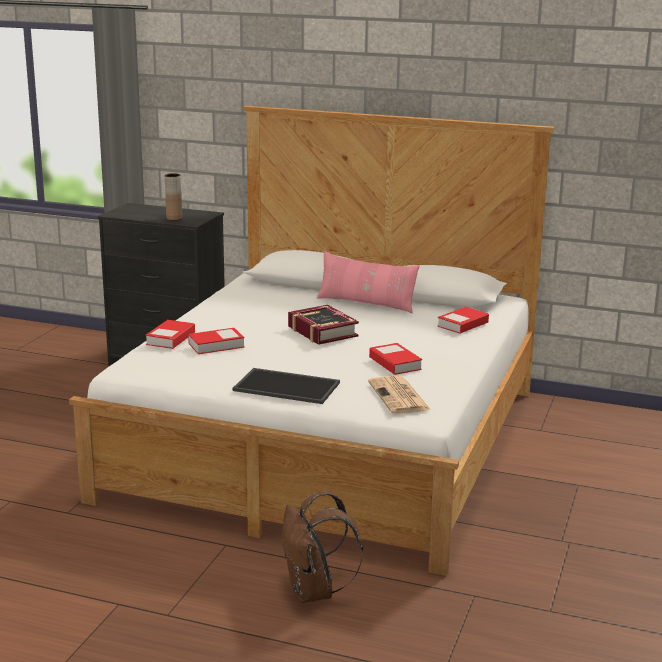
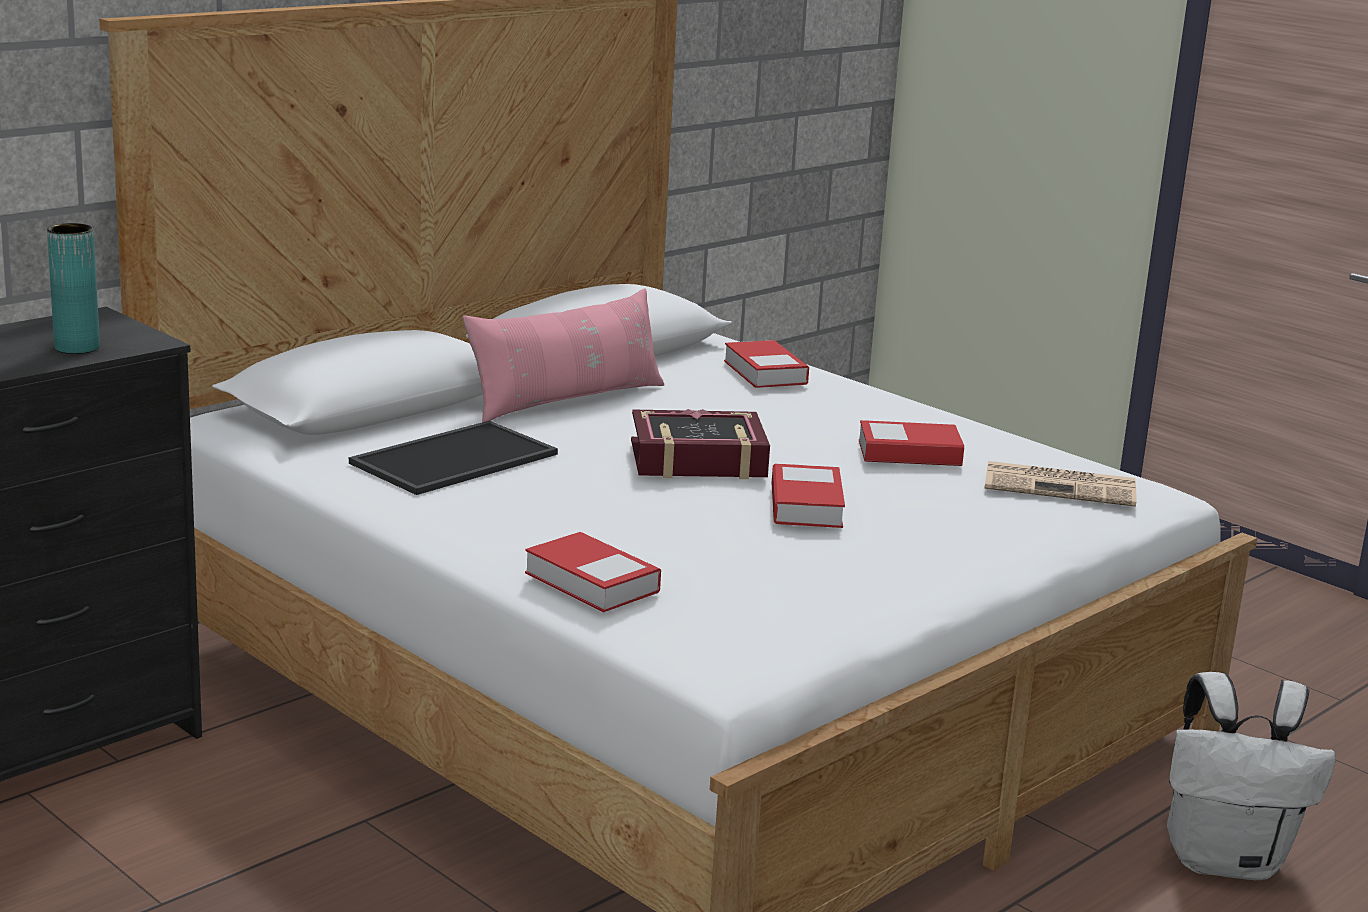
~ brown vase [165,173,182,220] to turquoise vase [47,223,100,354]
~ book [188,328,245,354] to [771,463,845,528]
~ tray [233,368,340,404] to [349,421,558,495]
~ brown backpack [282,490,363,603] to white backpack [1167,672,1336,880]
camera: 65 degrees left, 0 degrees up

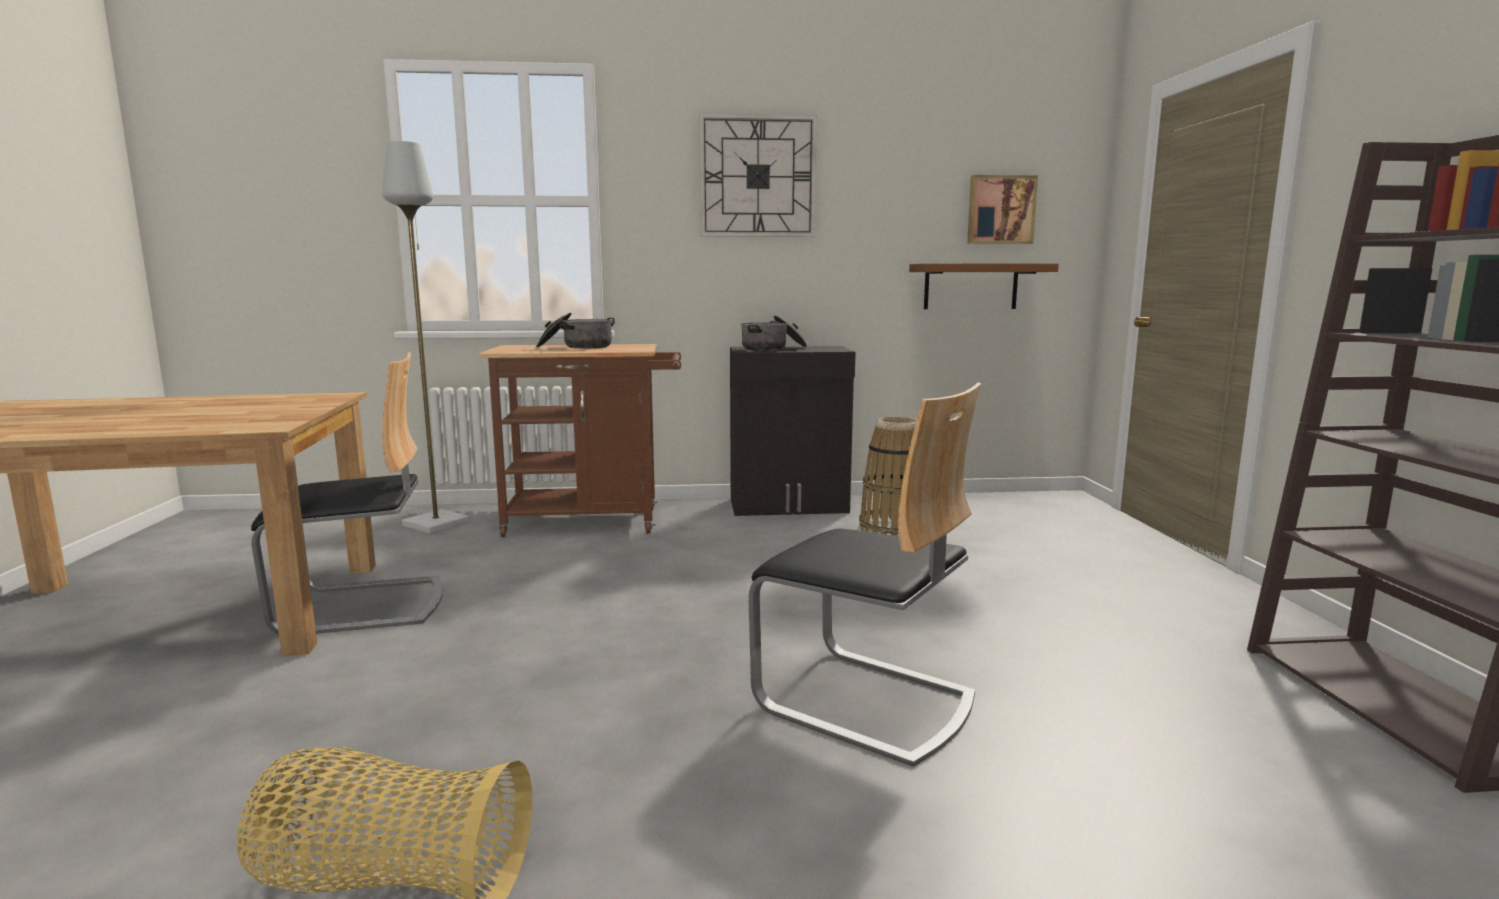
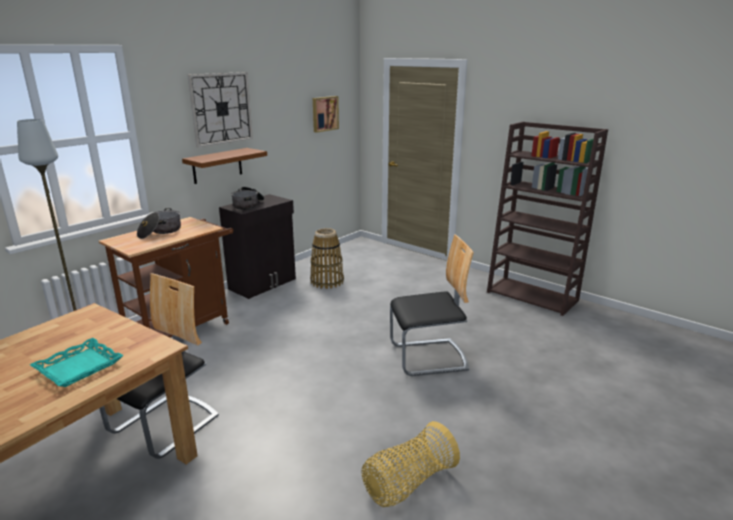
~ brown shelf [909,263,1059,309] to [182,148,267,184]
+ turquoise tray [30,338,124,387]
camera: 45 degrees left, 10 degrees up

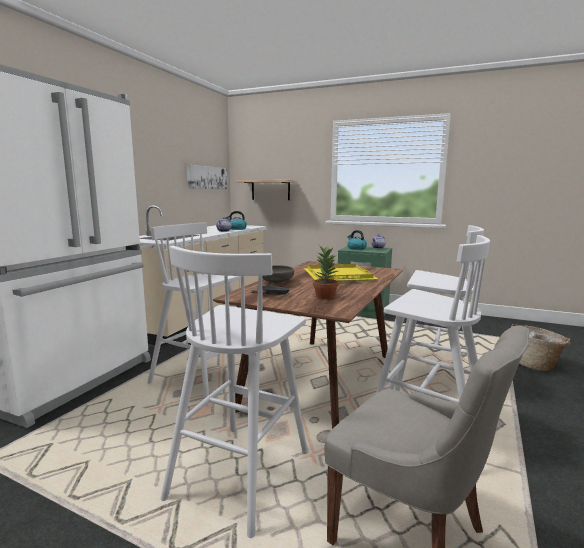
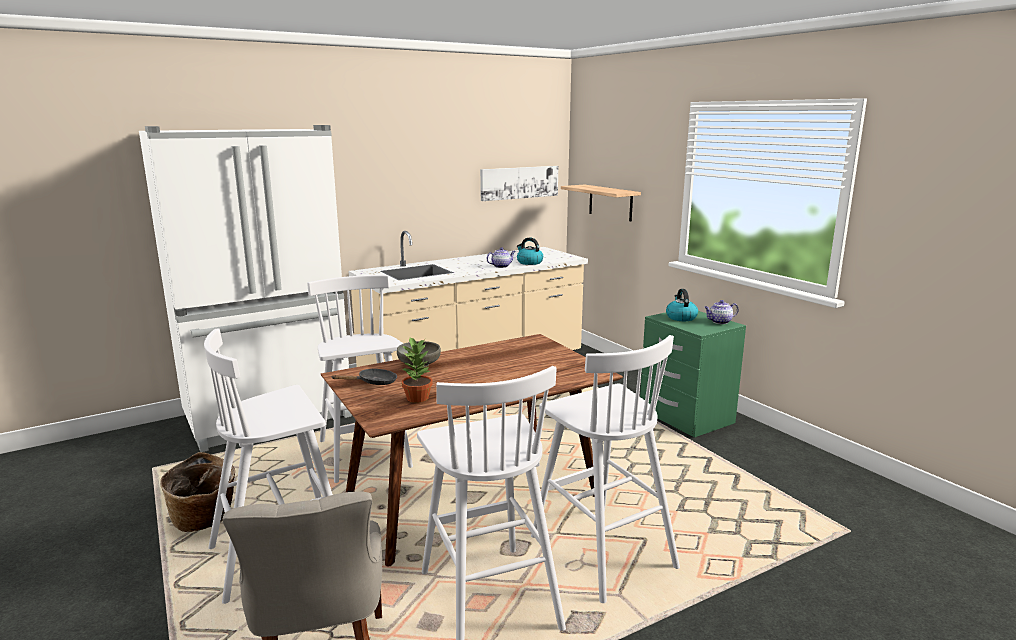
- yellow tray [304,264,378,282]
~ basket [511,324,570,371] to [160,452,235,532]
camera: 35 degrees right, 5 degrees up

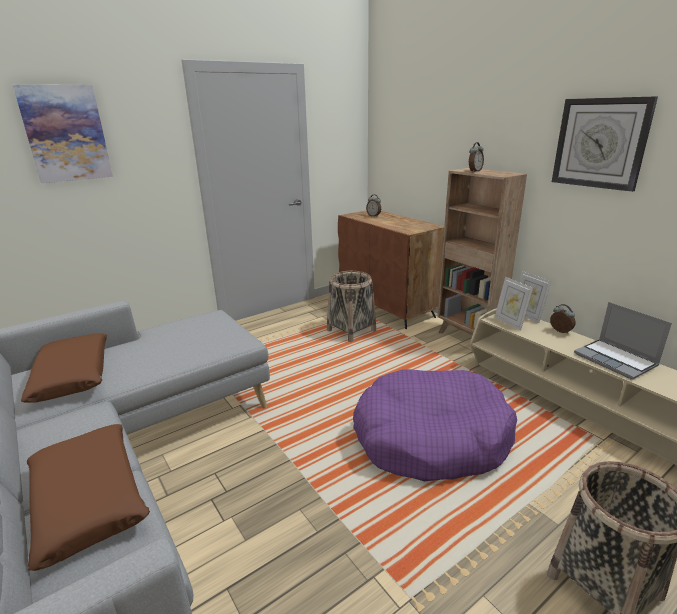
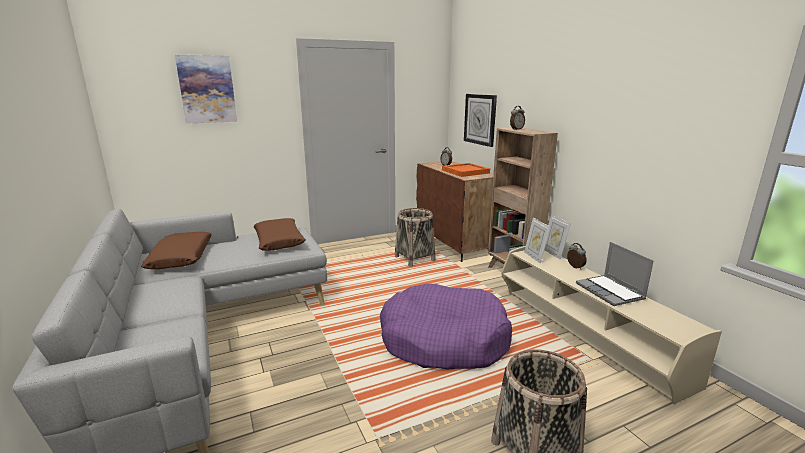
~ brown pillow [27,424,150,571] to [253,218,305,251]
~ wall clock [552,96,658,192] to [464,94,497,147]
+ orange tray [442,163,490,177]
camera: 10 degrees right, 5 degrees down

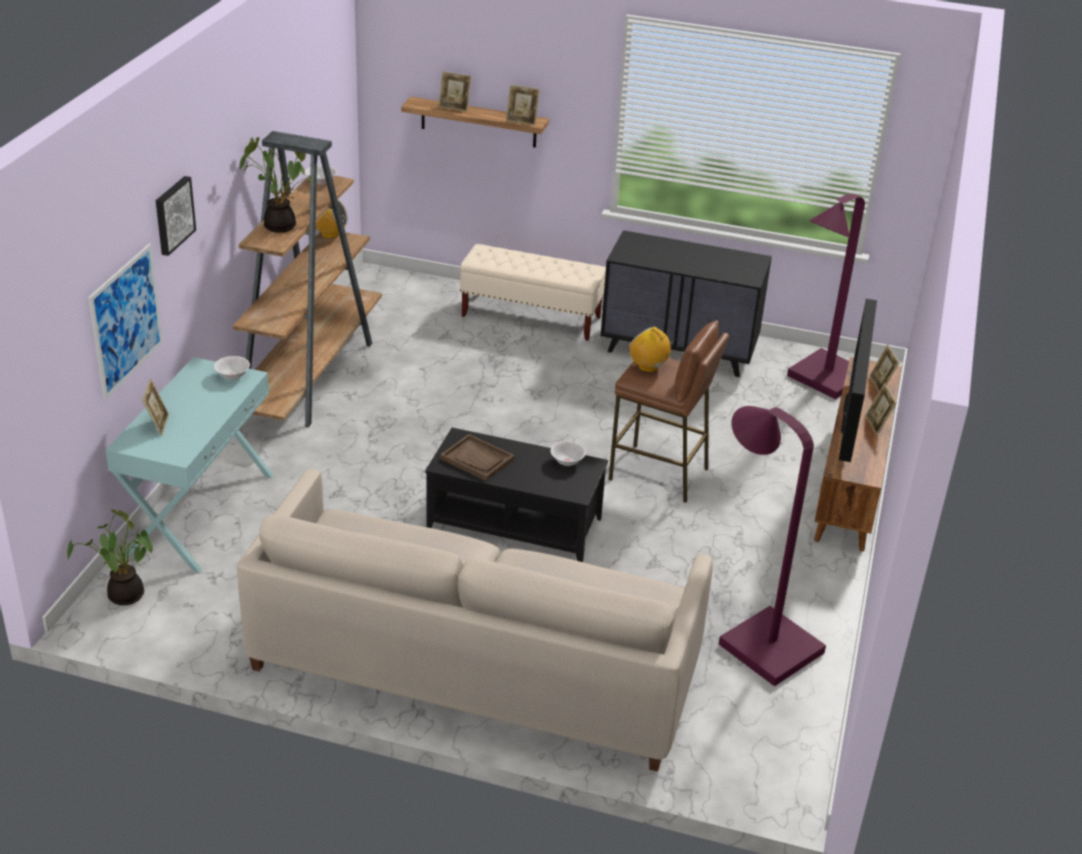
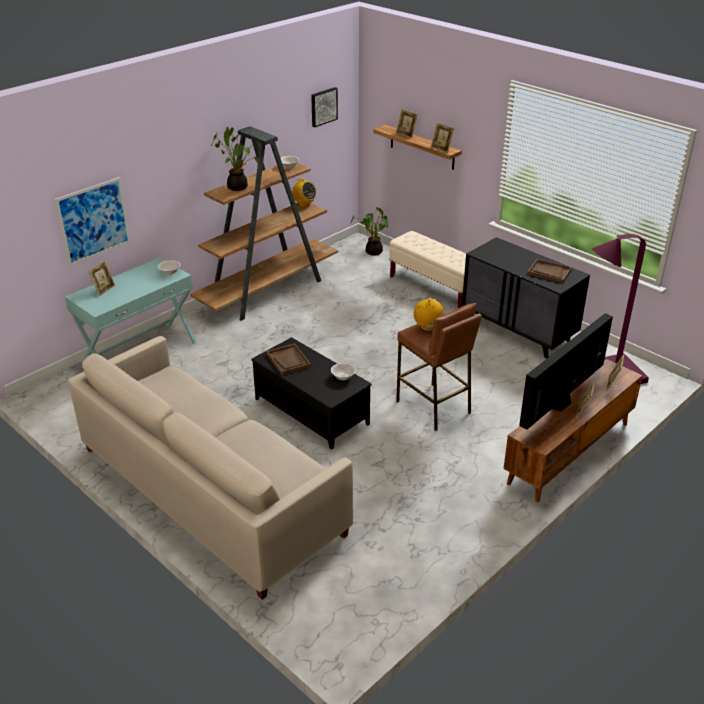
~ potted plant [67,510,153,605] to [351,207,388,255]
~ picture [156,176,196,256] to [311,87,338,127]
- purple floor lamp [719,406,826,686]
+ brown tray [527,259,572,283]
camera: 30 degrees right, 0 degrees up

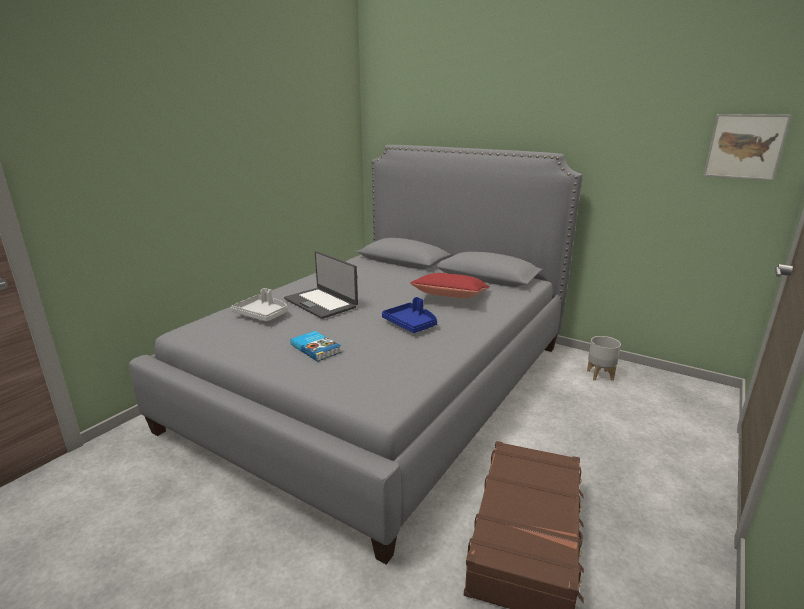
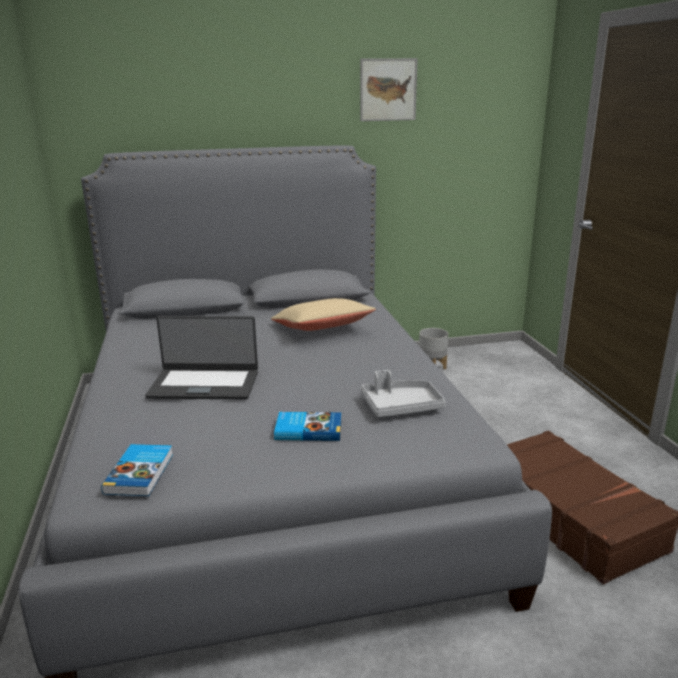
~ grey tray [231,288,288,322] to [361,370,446,417]
- blue tray [382,297,437,333]
~ red pillow [410,273,490,298] to beige pillow [271,298,376,331]
~ picture [703,114,791,180] to [360,58,418,121]
+ book [101,444,173,496]
camera: 45 degrees left, 0 degrees up

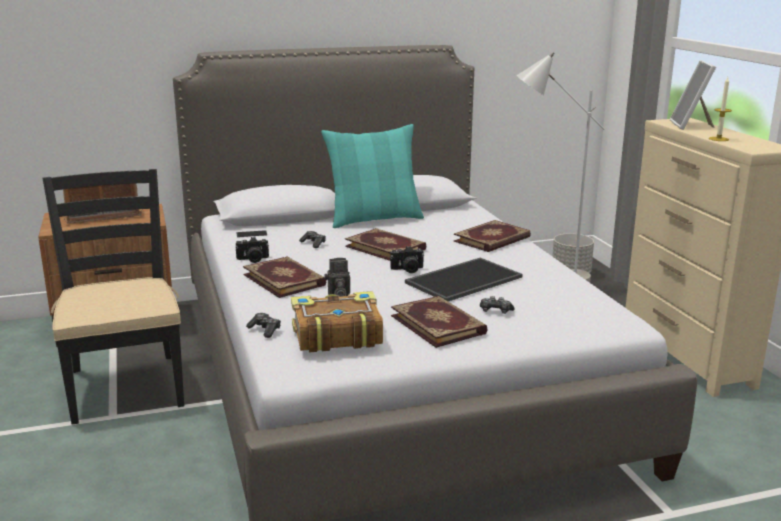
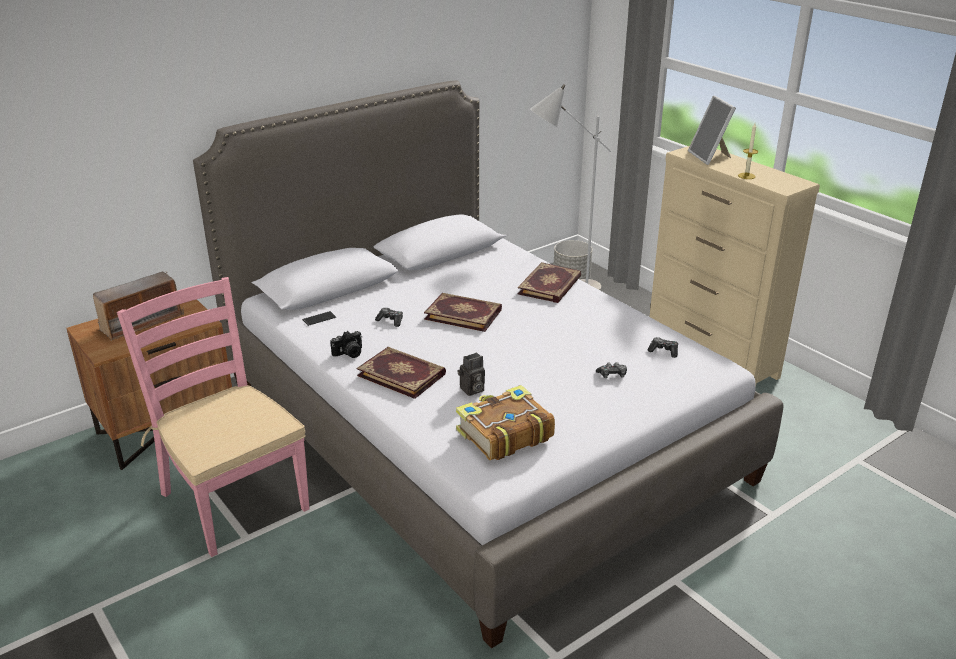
~ black chair [43,169,184,425] to pink chair [117,277,310,557]
~ game controller [246,313,281,338] to [648,337,678,358]
- turquoise pillow [321,124,424,228]
- photo camera [390,246,424,273]
- book [391,296,488,348]
- tray [405,258,523,301]
camera: 20 degrees left, 10 degrees up

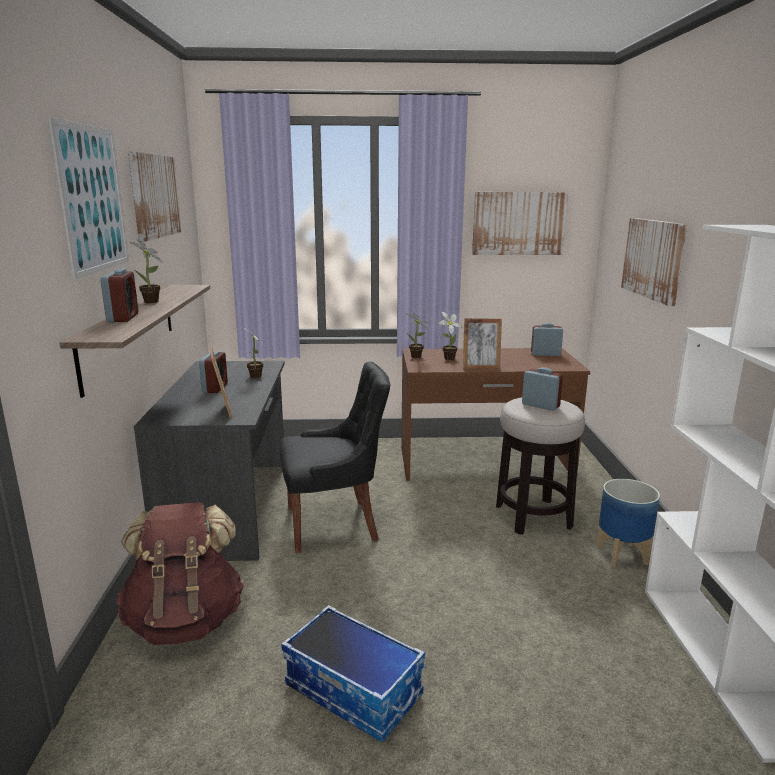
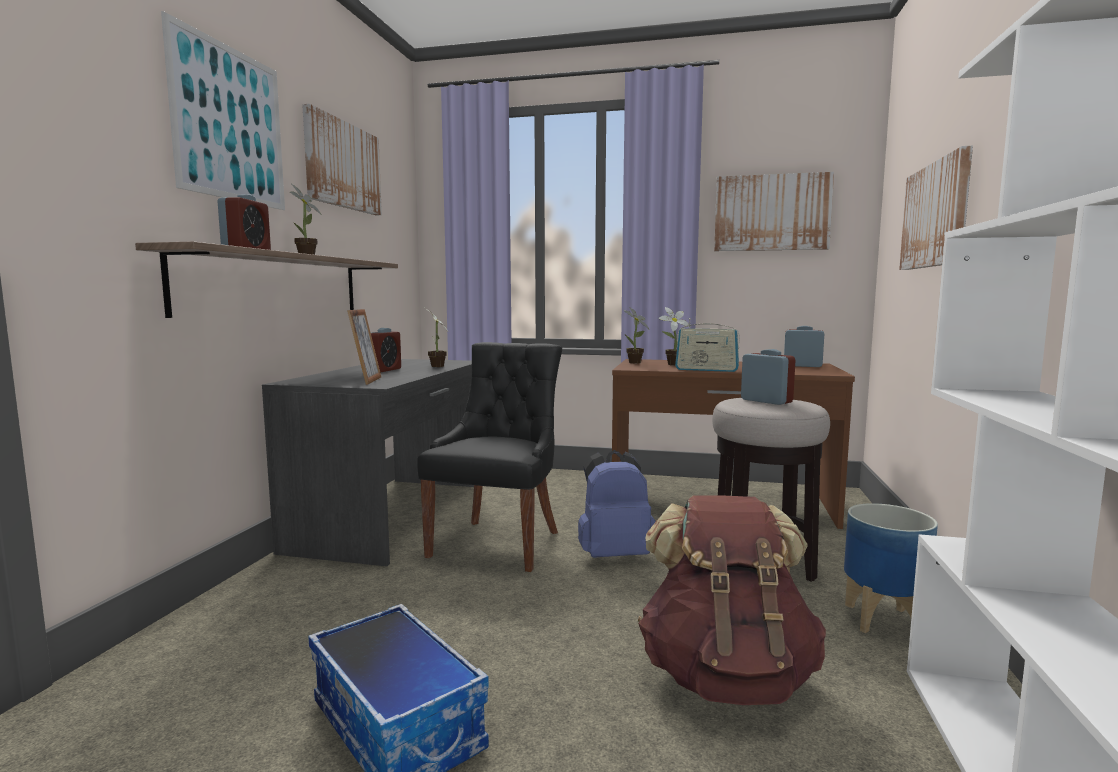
~ brown backpack [115,502,244,645] to [638,496,826,705]
~ black chair [279,362,391,554] = [417,342,562,572] 75 degrees counterclockwise
~ picture frame [463,318,502,370] to radio [675,318,740,372]
+ blue backpack [578,450,656,558]
camera: 15 degrees right, 10 degrees down

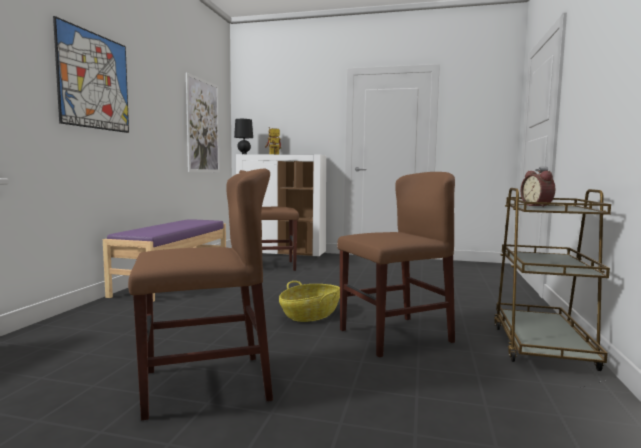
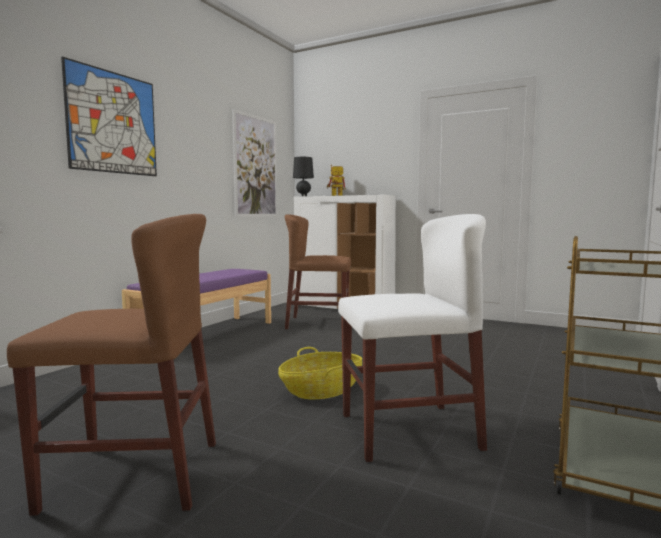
~ brown chair [337,172,455,357] to white chair [338,214,487,462]
- alarm clock [521,171,555,207]
camera: 15 degrees right, 0 degrees up

